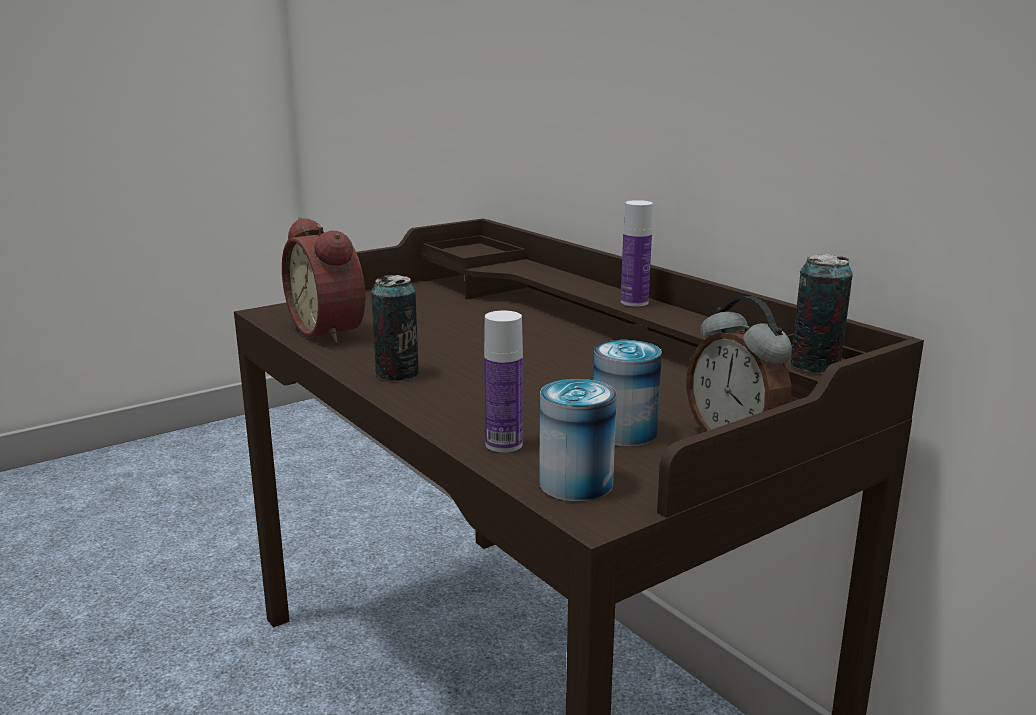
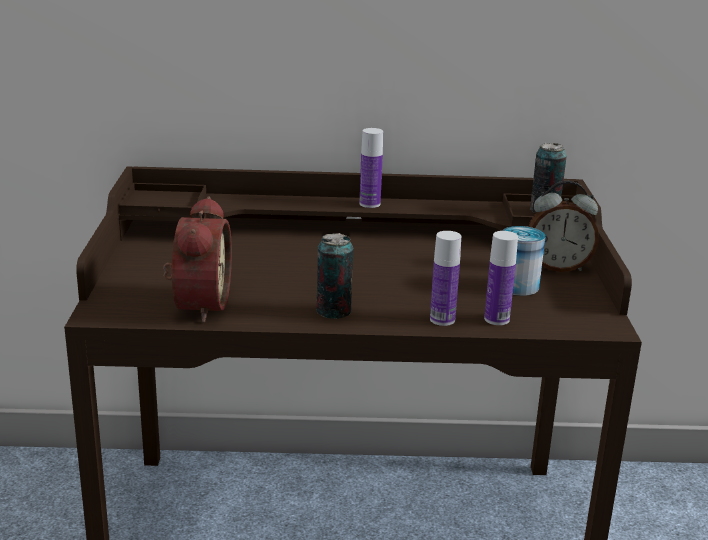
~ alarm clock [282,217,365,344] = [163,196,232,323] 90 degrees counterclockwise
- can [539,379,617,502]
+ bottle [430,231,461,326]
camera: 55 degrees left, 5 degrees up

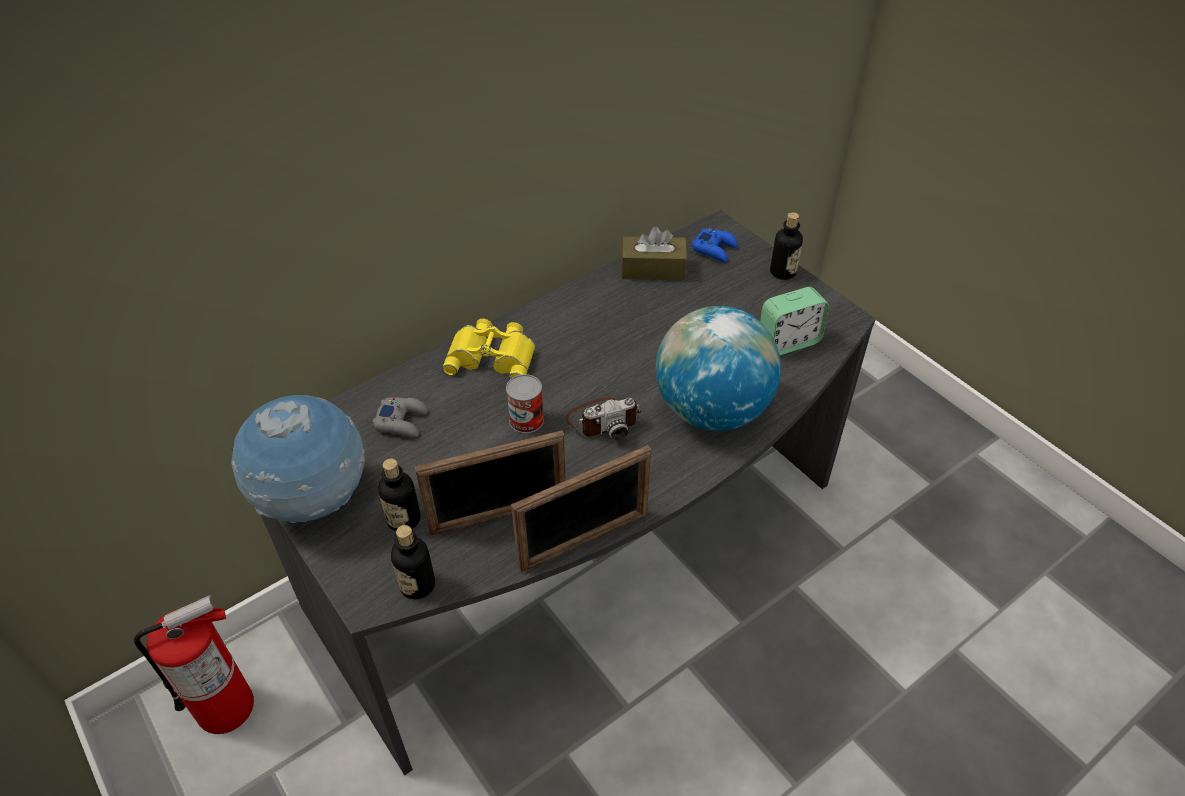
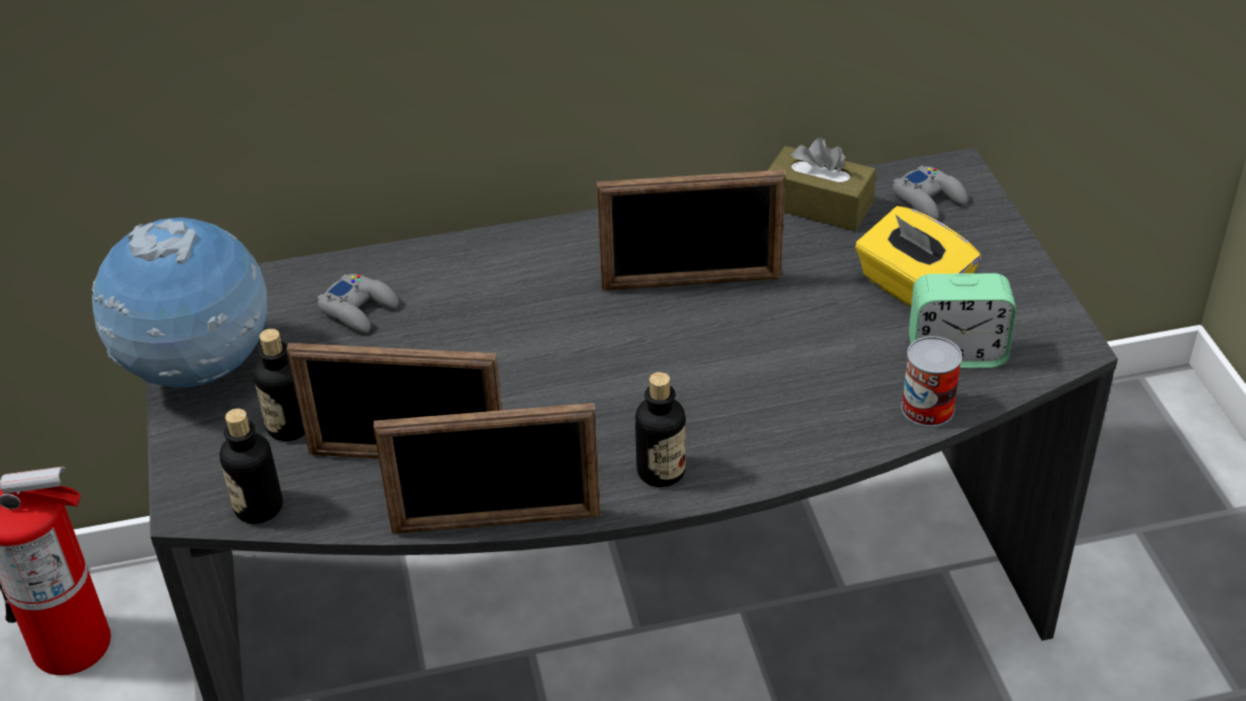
- yellow binoculars [442,319,535,379]
~ can [506,374,544,433] to [901,336,962,427]
- photo camera [565,397,641,440]
- globe [656,306,781,431]
~ blue game controller [692,228,738,262] to grey game controller [893,166,967,220]
~ bottle [770,212,803,280] to [635,372,686,487]
+ picture frame [597,170,786,290]
+ yellow tissue box [855,206,981,307]
camera: 25 degrees right, 5 degrees down

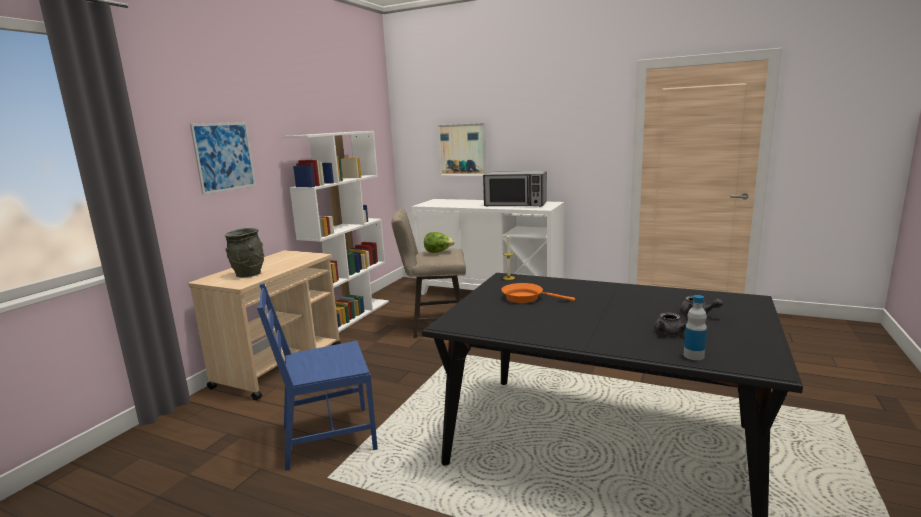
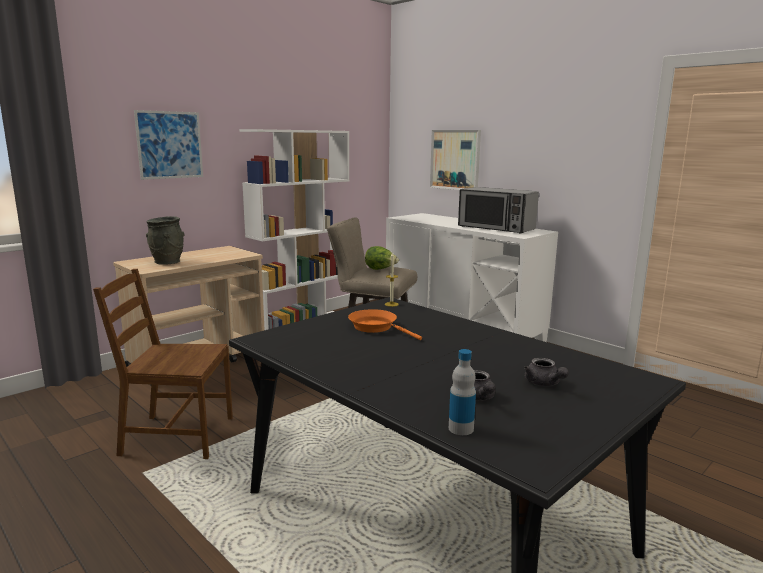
~ blue chair [257,283,378,471] to brown chair [93,269,233,459]
camera: 20 degrees right, 0 degrees up

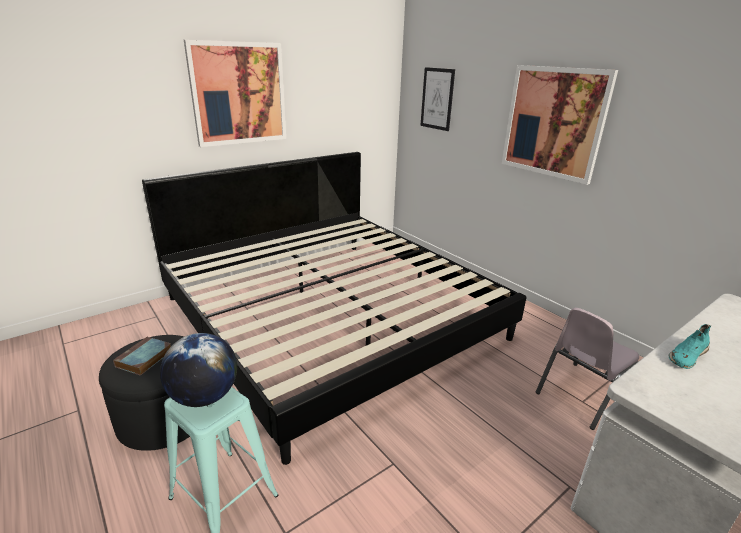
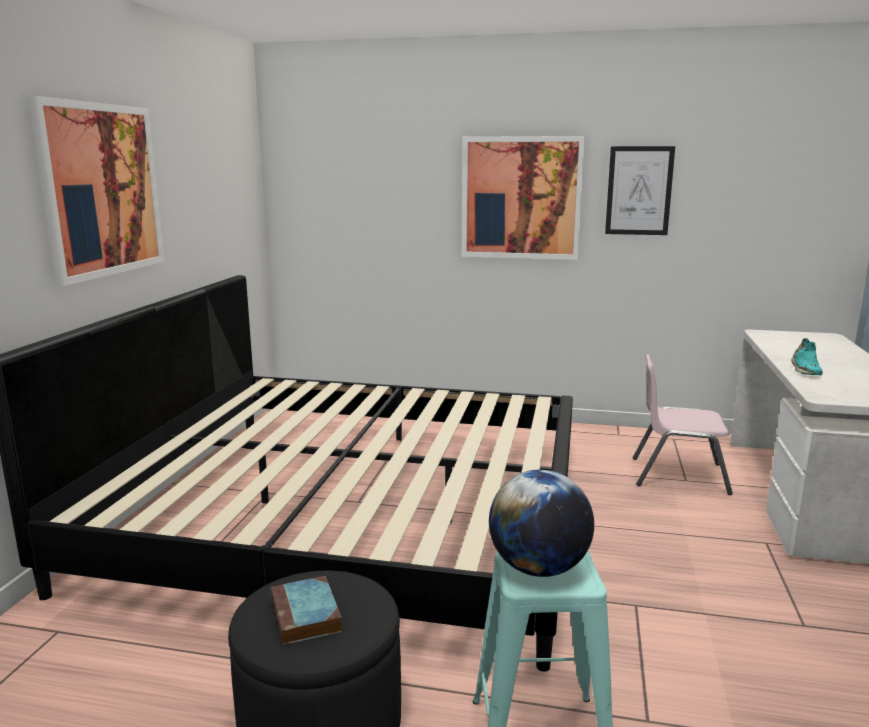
~ picture [420,67,455,131] to [605,146,675,235]
~ pink chair [536,308,639,430] = [633,354,733,495] 90 degrees clockwise
camera: 40 degrees left, 10 degrees down

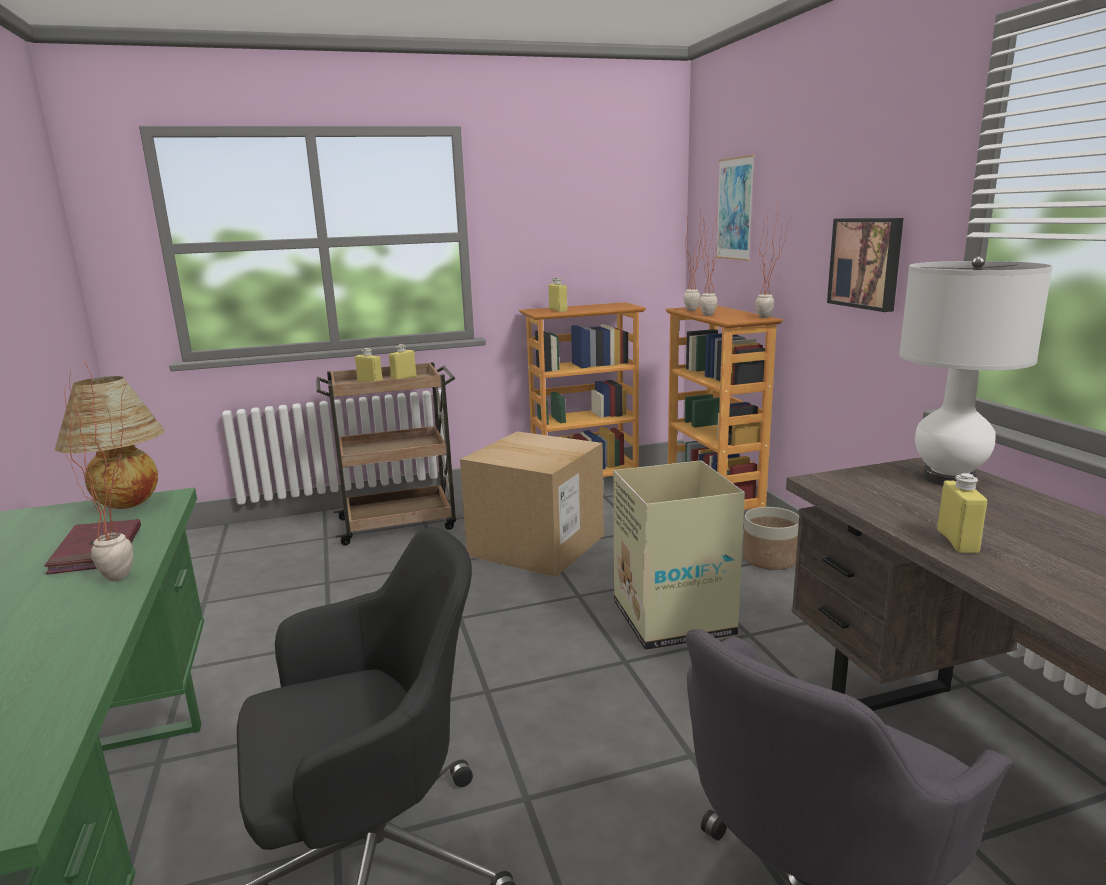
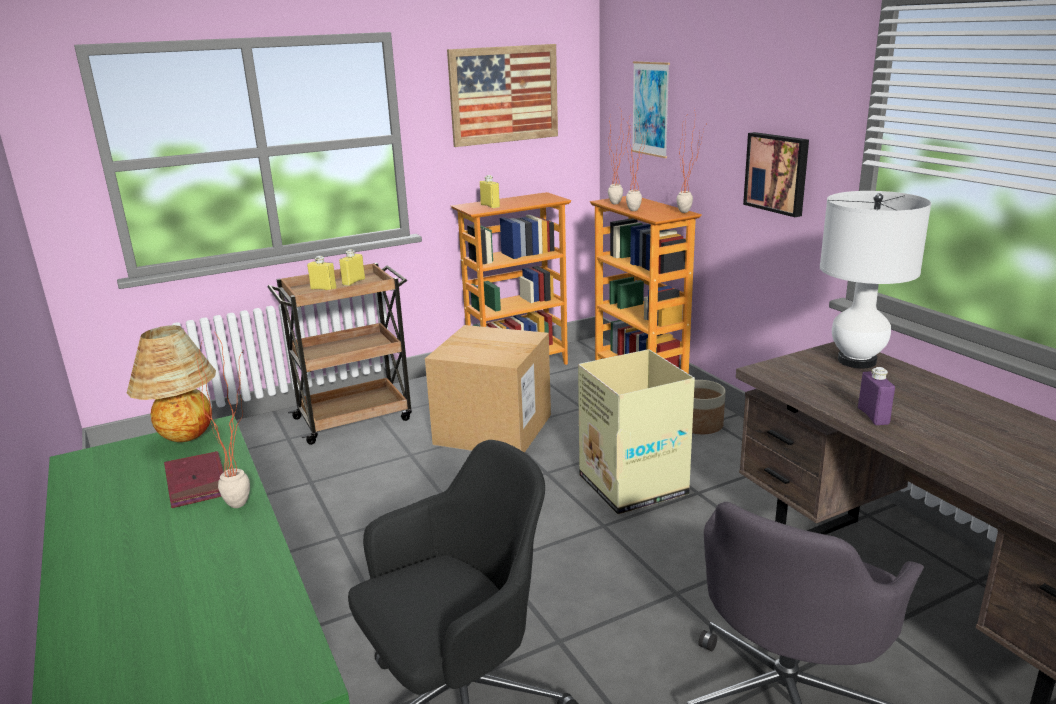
~ yellow bottle [937,473,987,553] to purple bottle [858,367,895,425]
+ picture [447,44,558,147]
camera: 10 degrees left, 5 degrees up

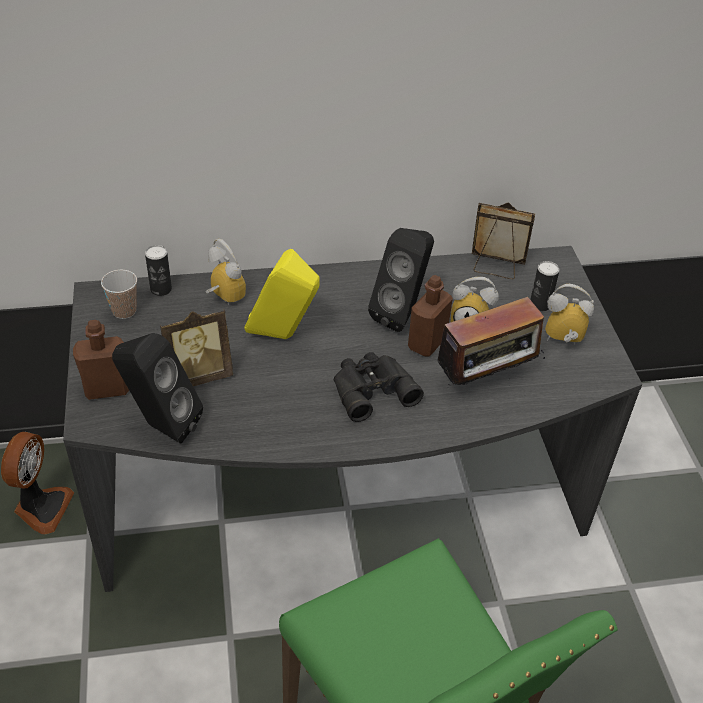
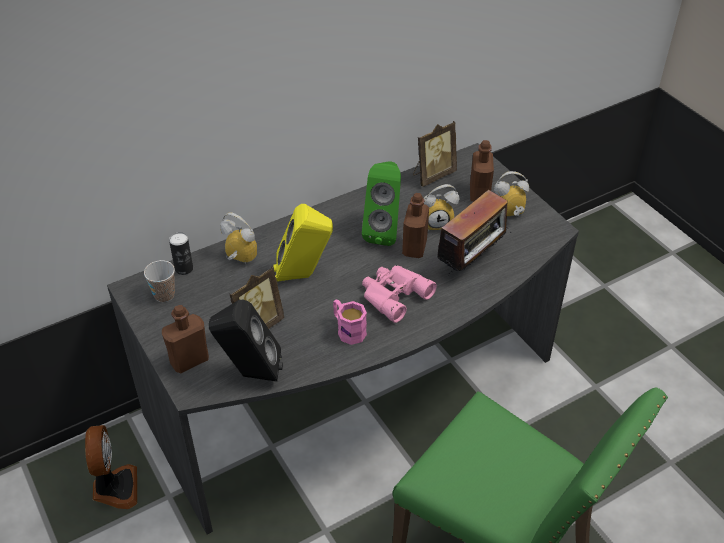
~ black binoculars [333,352,424,422] to pink binoculars [362,265,437,323]
~ black speaker [368,228,434,332] to green speaker [362,161,401,246]
~ picture frame [472,202,535,279] = [413,121,457,187] 150 degrees clockwise
~ can [530,261,560,311] to brown bottle [470,140,494,202]
+ pink mug [333,299,367,345]
camera: 20 degrees left, 0 degrees up

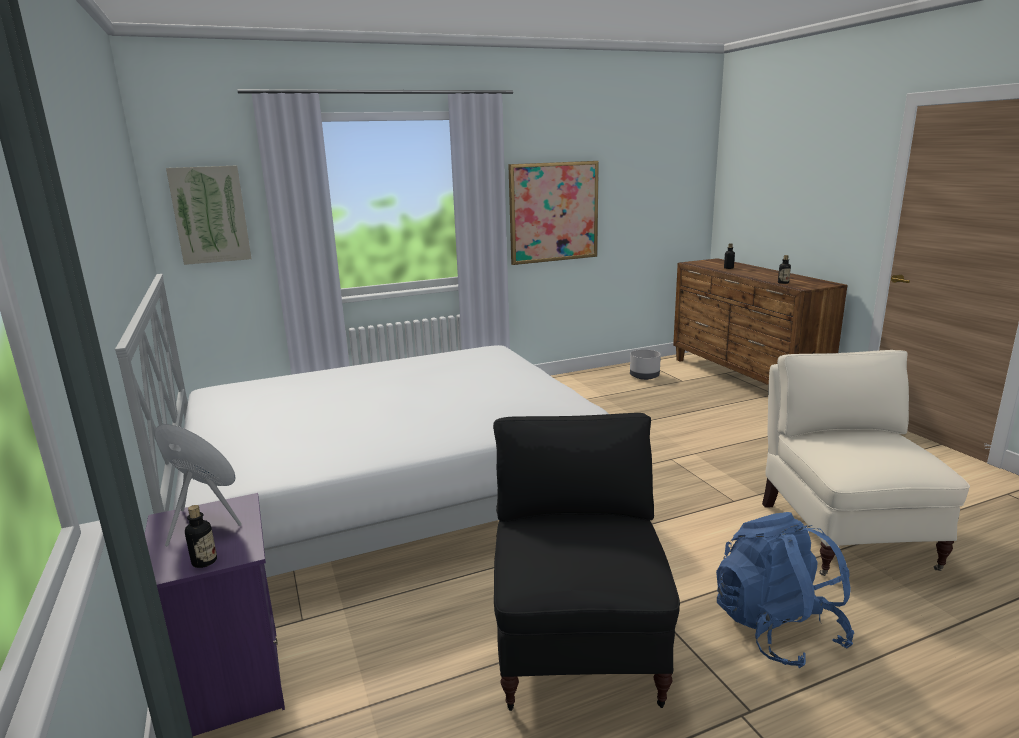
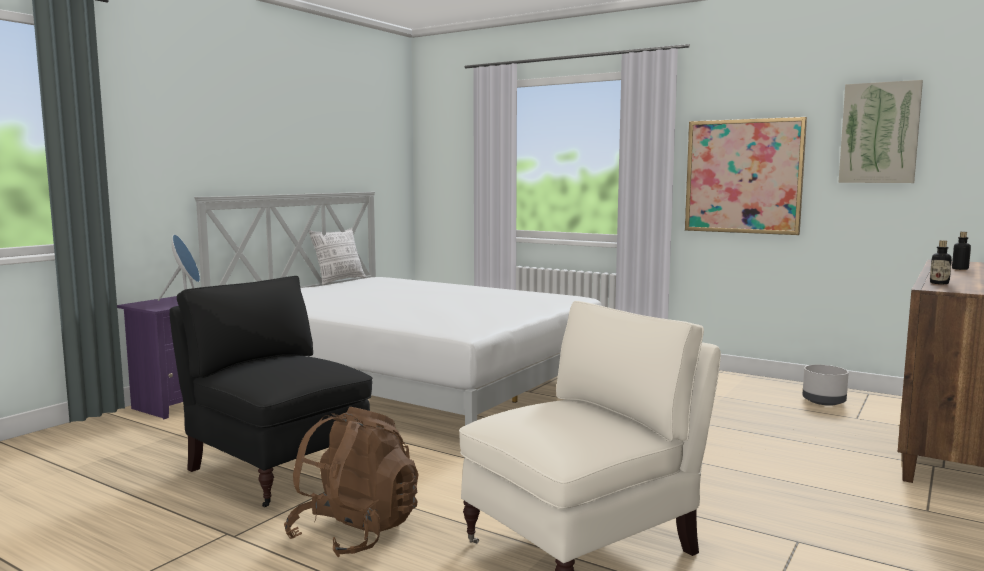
~ picture [166,166,252,265] to [838,80,923,183]
- bottle [185,505,217,568]
~ black armchair [493,413,680,711] = [170,276,373,507] 105 degrees counterclockwise
~ blue backpack [716,512,854,668] to brown backpack [284,407,419,557]
+ pillow [309,228,366,285]
camera: 55 degrees right, 10 degrees down

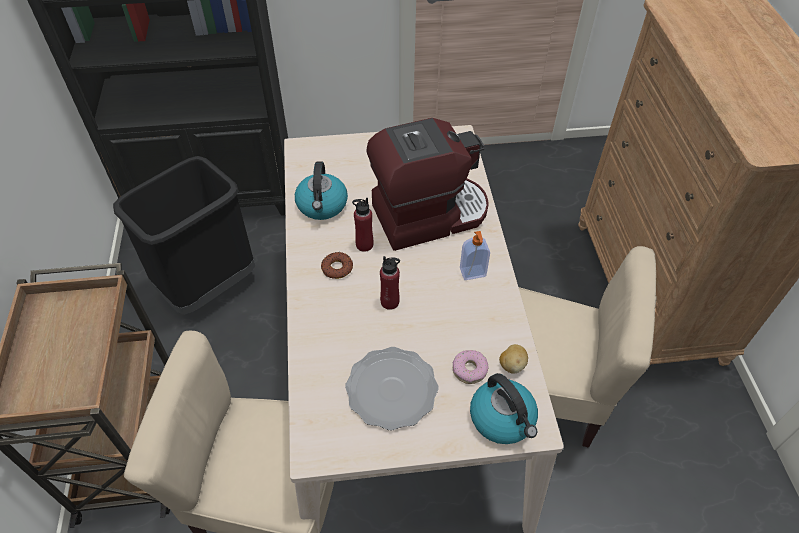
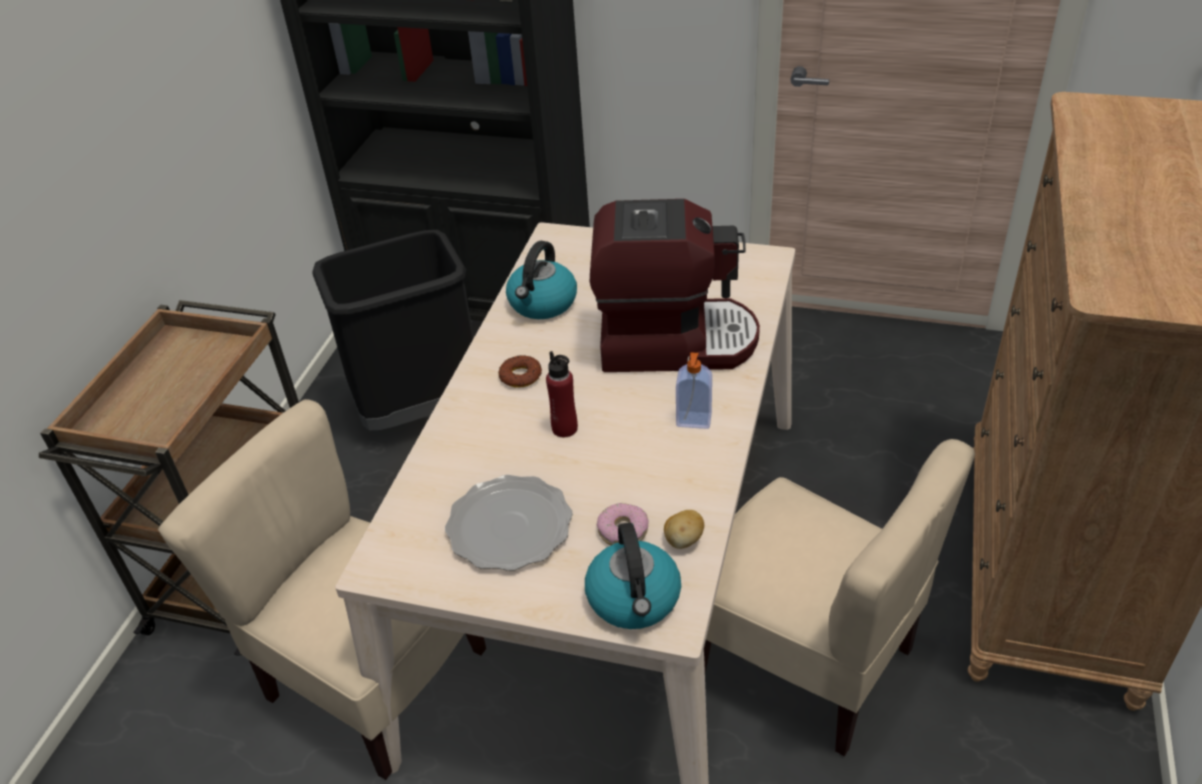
- red bottle [352,198,374,252]
camera: 25 degrees right, 10 degrees down

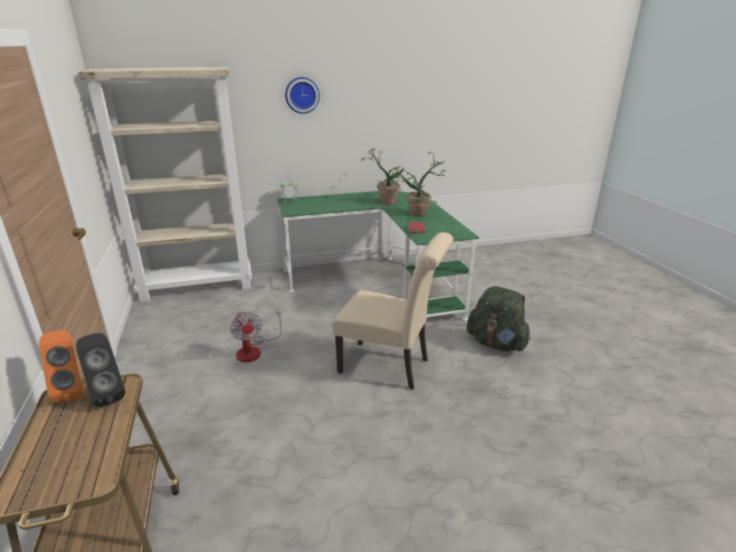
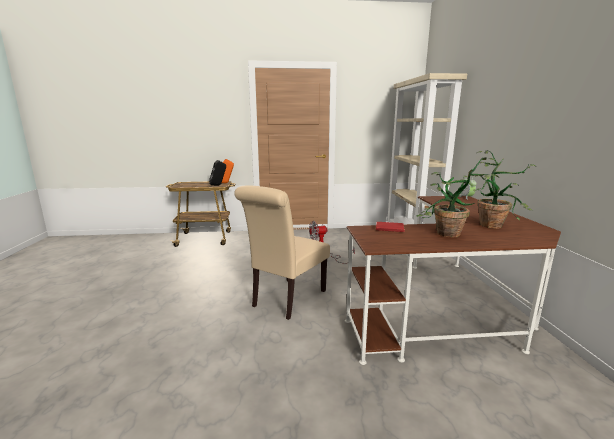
~ green desk [277,191,479,321] to brown desk [345,196,561,365]
- wall clock [285,77,320,114]
- green backpack [467,286,531,351]
camera: 100 degrees right, 10 degrees down

